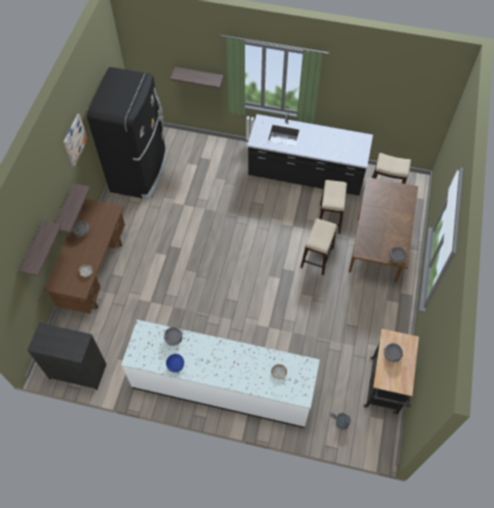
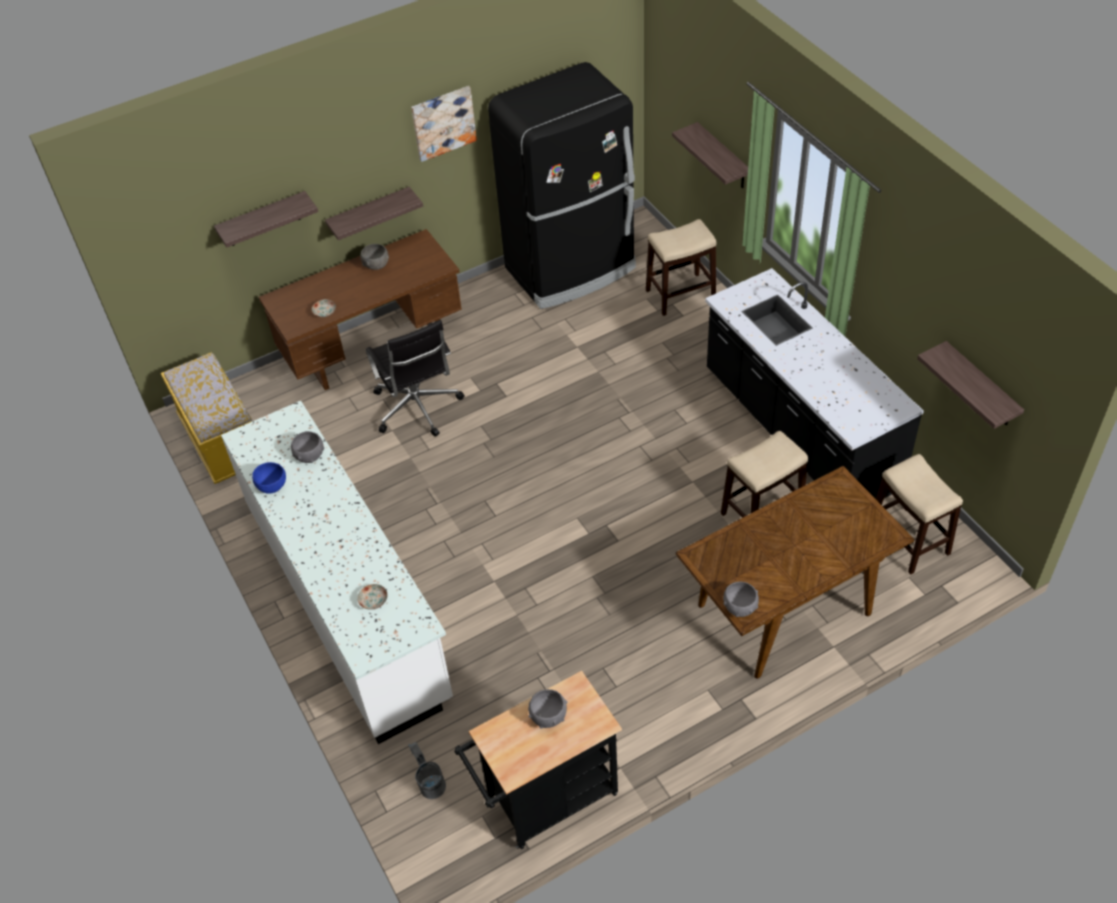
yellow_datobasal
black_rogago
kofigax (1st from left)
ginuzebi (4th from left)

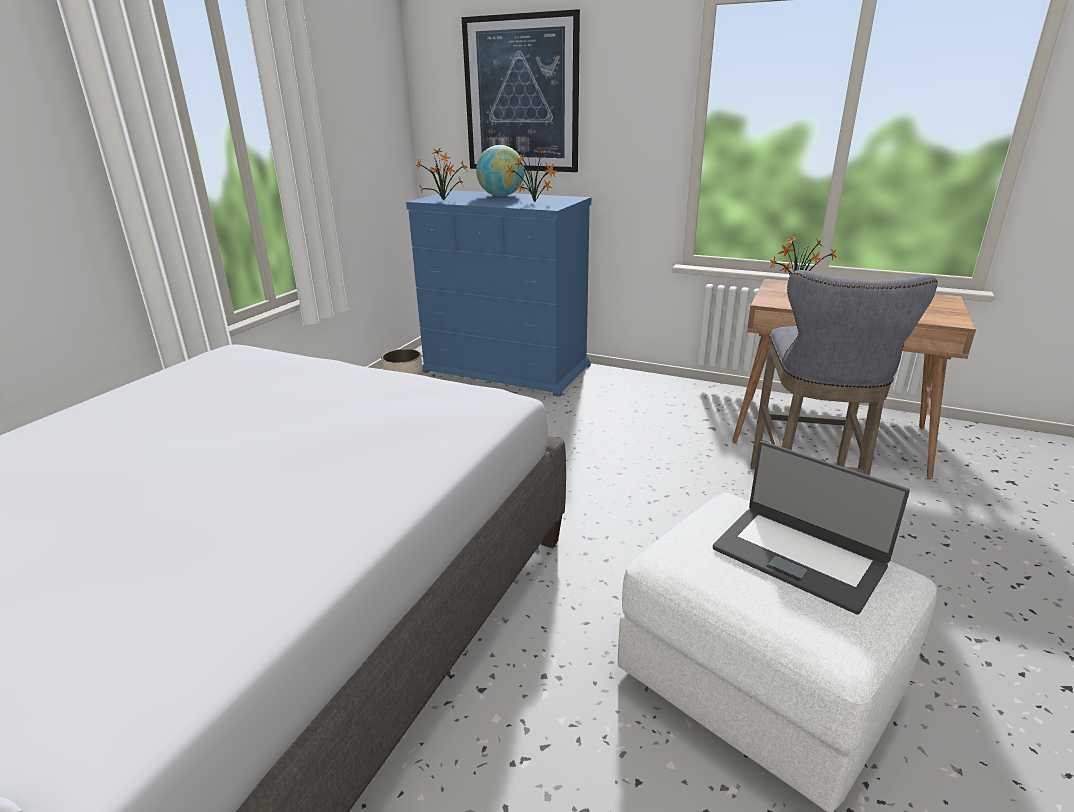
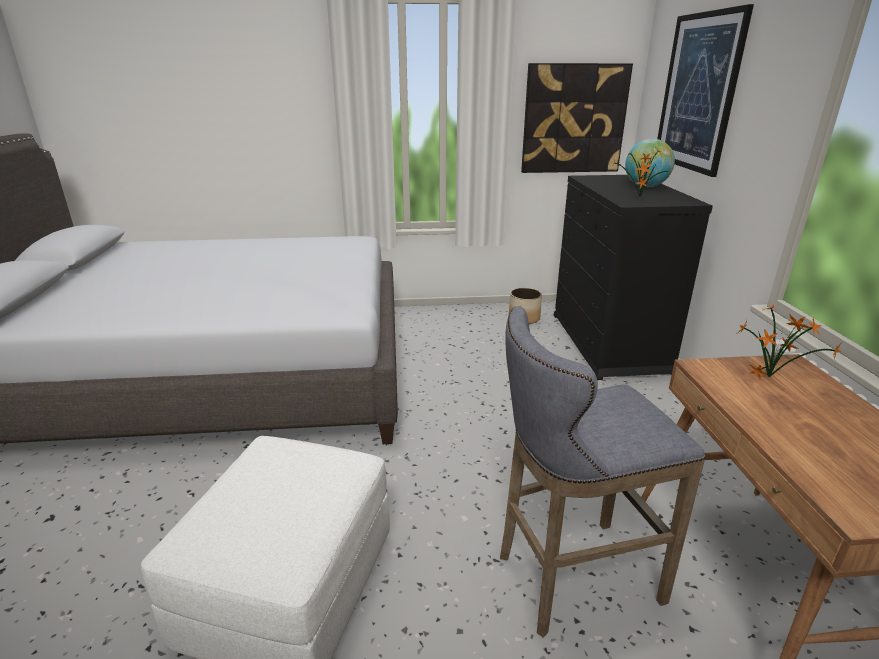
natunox (1st from left)
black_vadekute
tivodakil (1st from left in the first image)
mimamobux

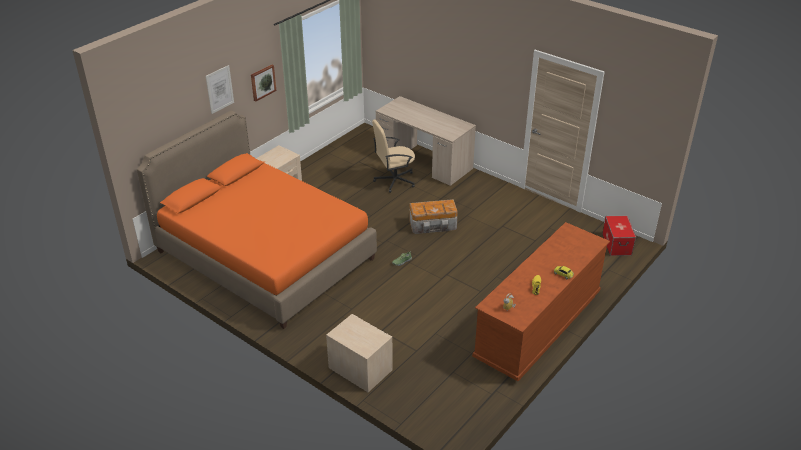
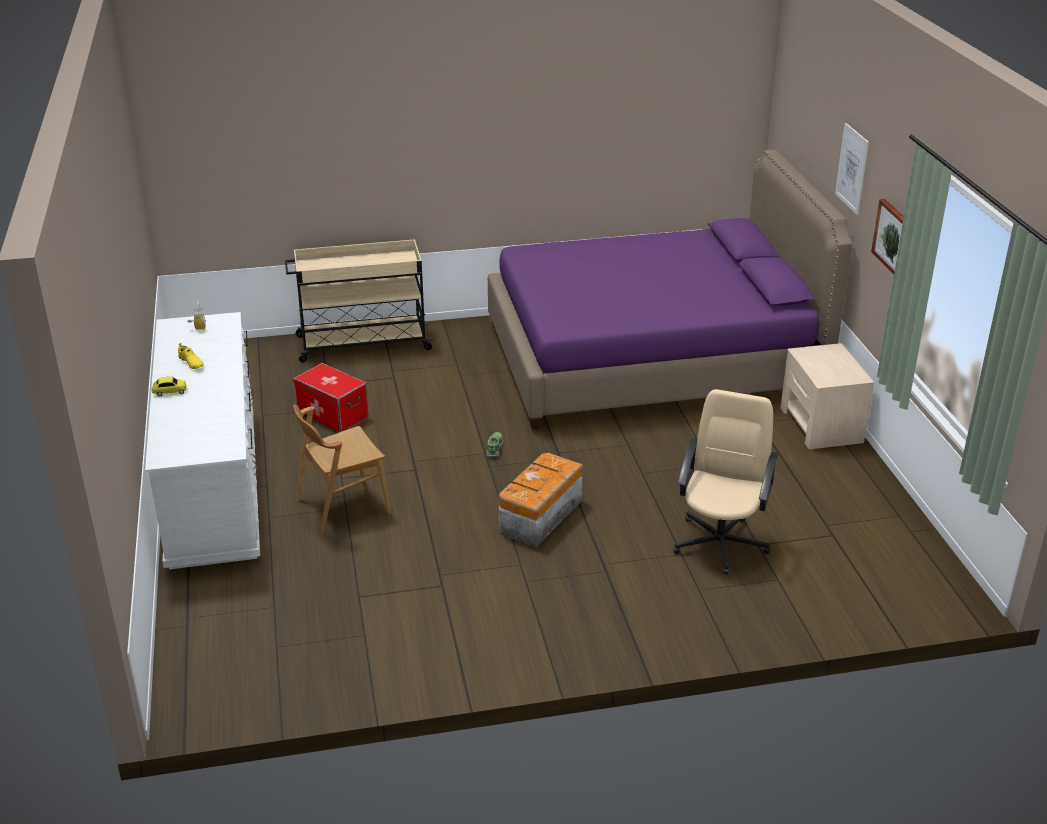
white_vadekute
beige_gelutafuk
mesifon (1st from left)
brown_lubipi
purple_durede
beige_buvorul

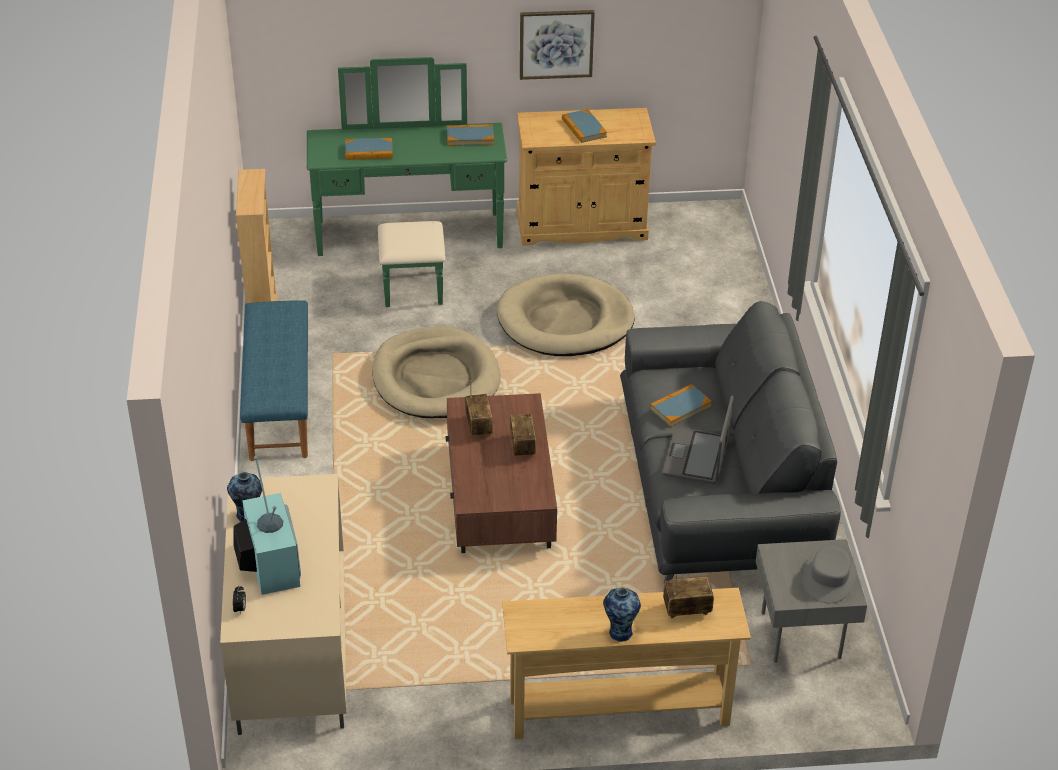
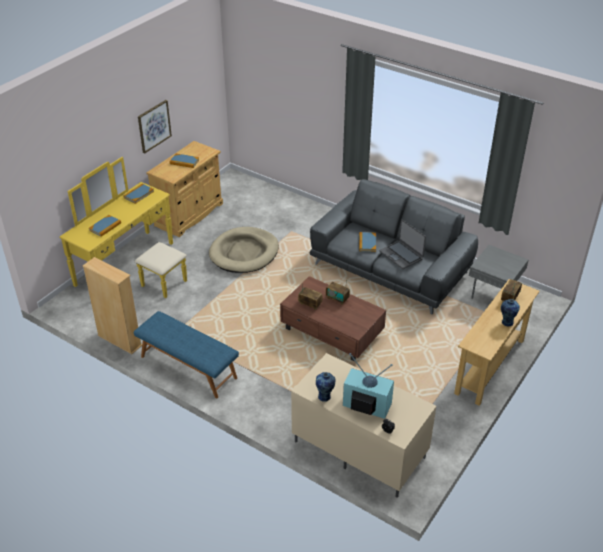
yellow_vadekute
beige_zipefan (1st from left in the first image)
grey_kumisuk

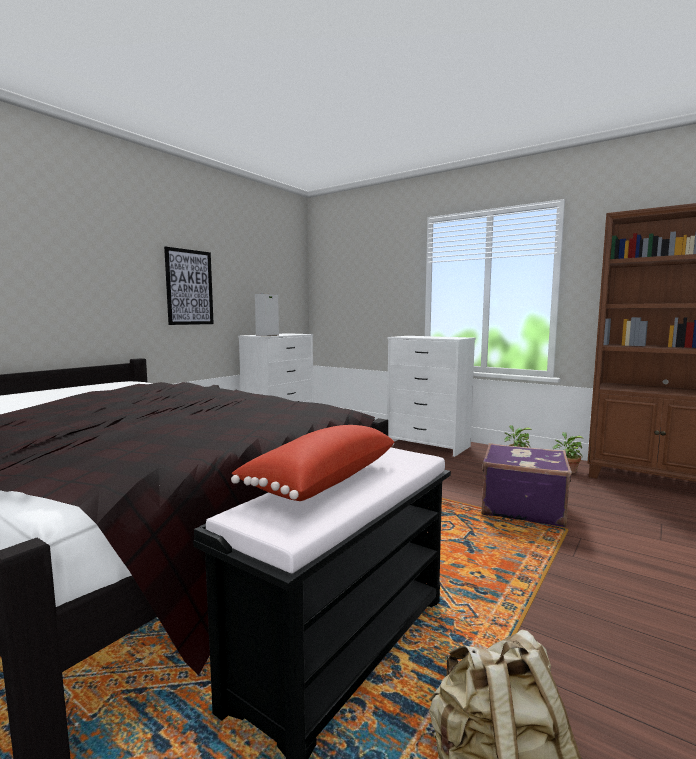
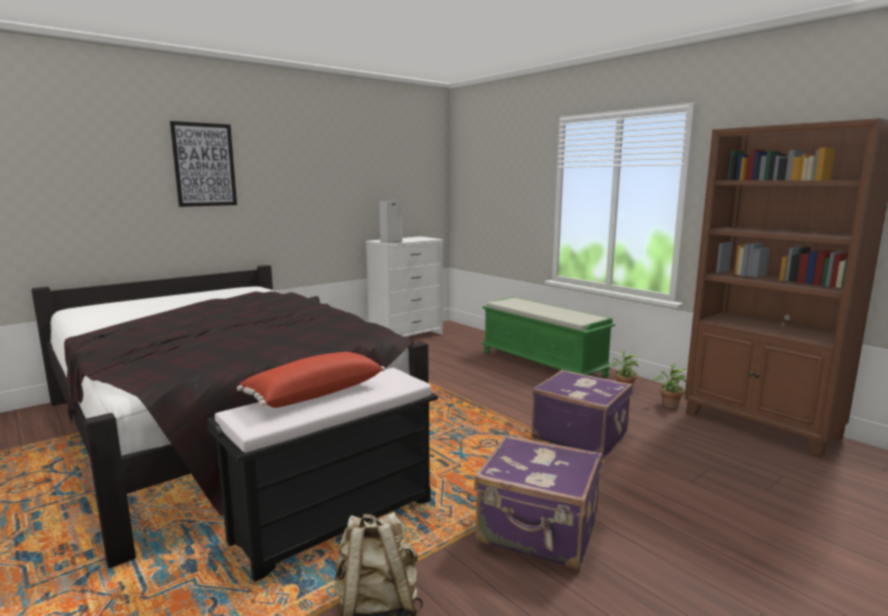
natunox
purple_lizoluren (1st from left)
green_datobasal

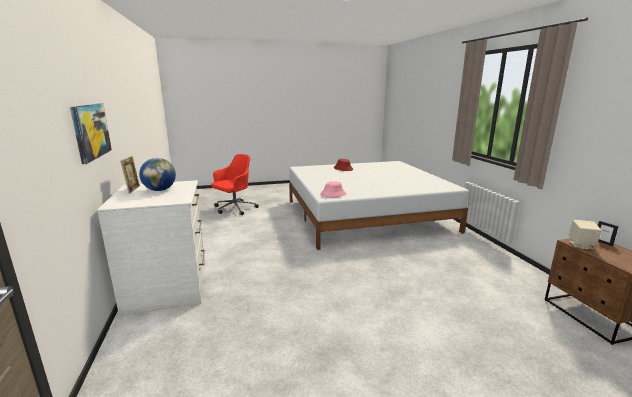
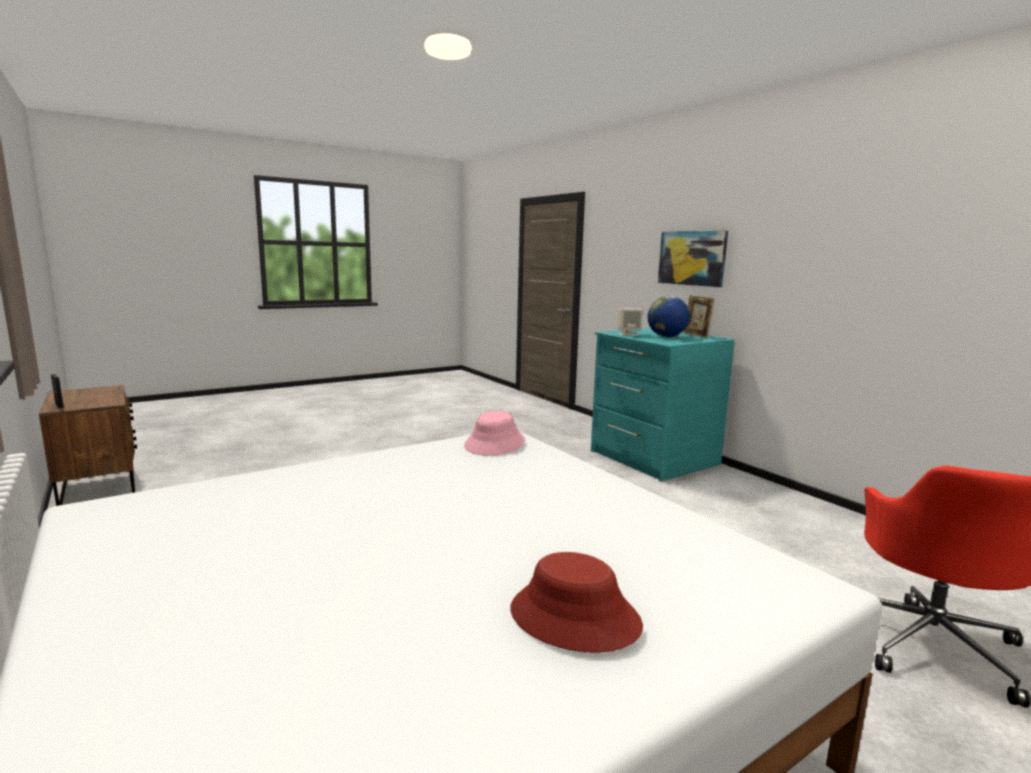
turquoise_vadekute
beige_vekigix

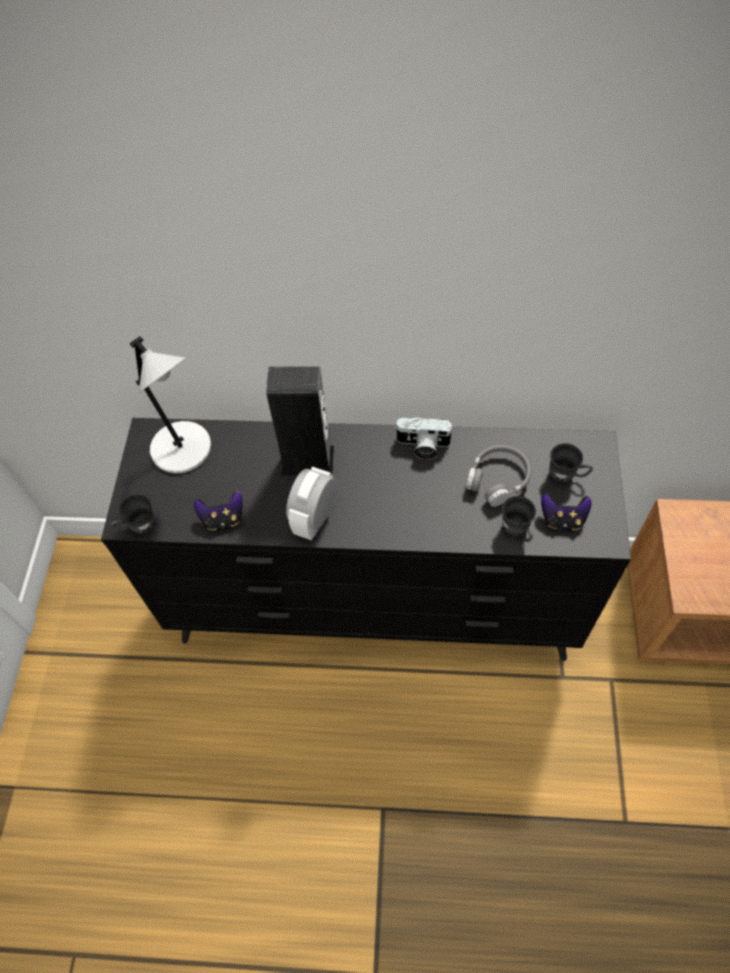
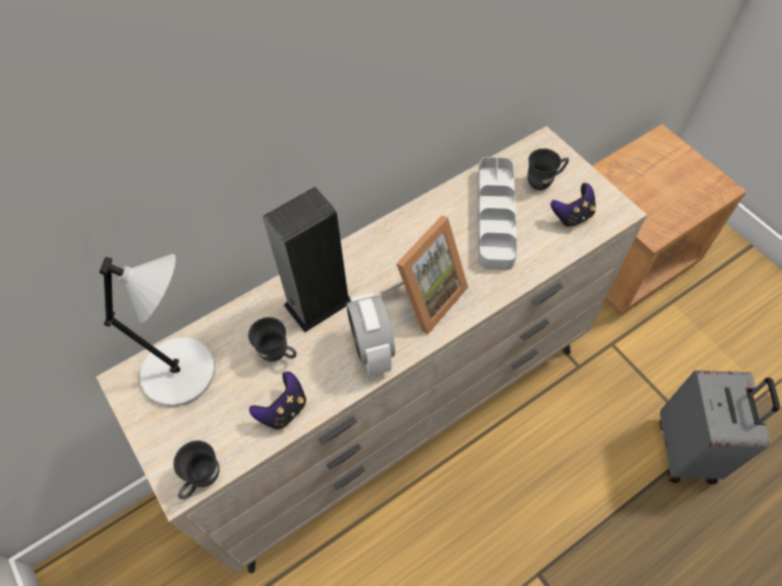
beige_vadekute
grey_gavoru (2nd from left)
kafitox
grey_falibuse
grey_lizoluren
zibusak

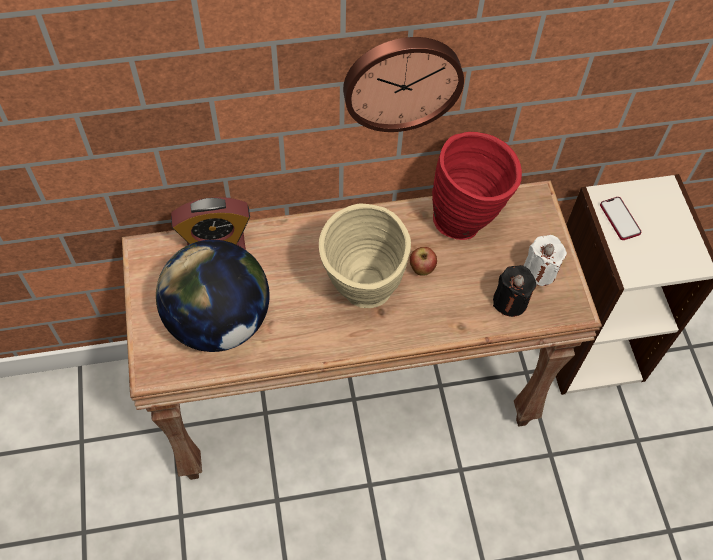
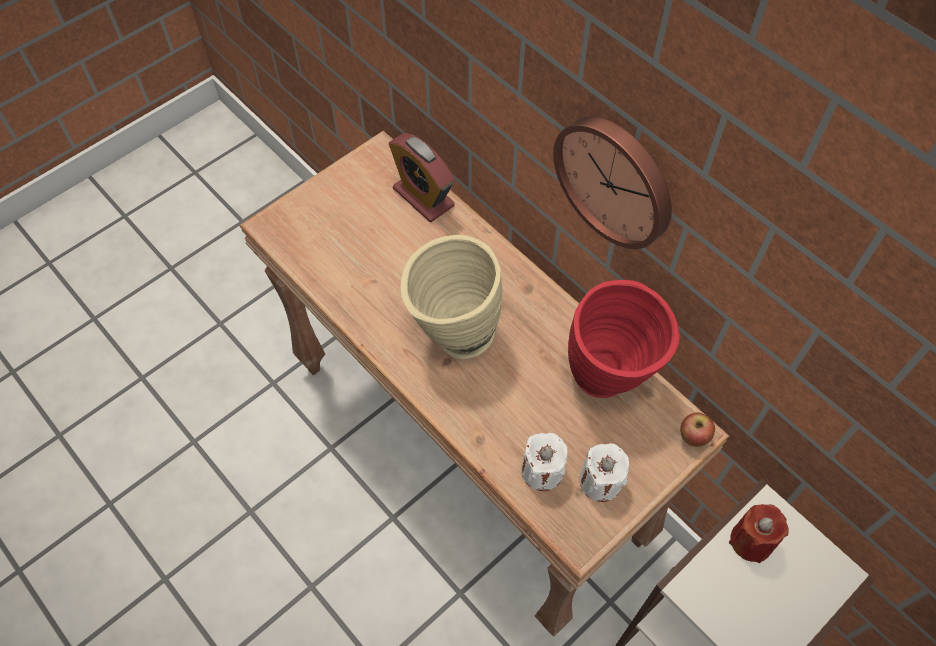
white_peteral (1st from left)
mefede
red_peteral
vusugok

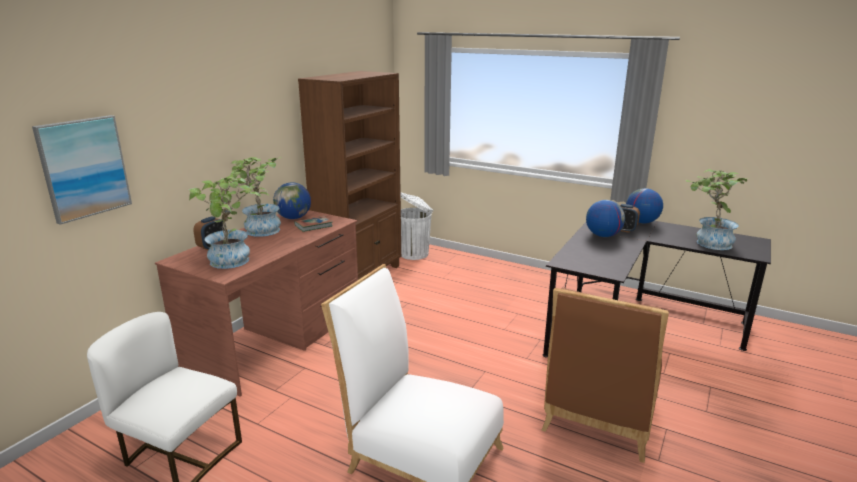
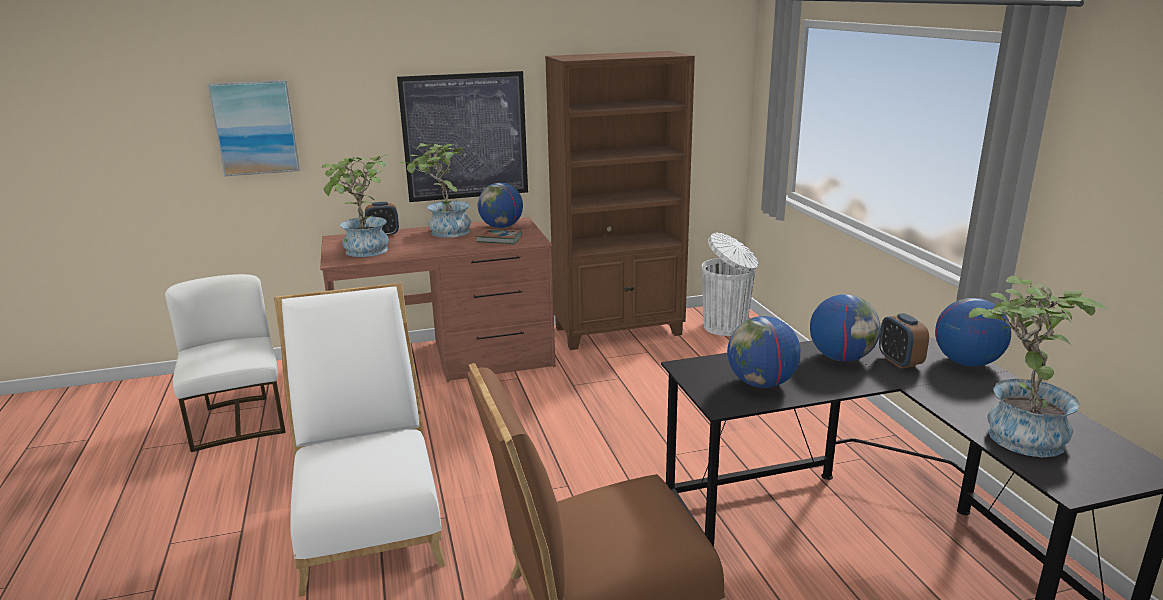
natunox (2nd from left)
vusugok (2nd from left)

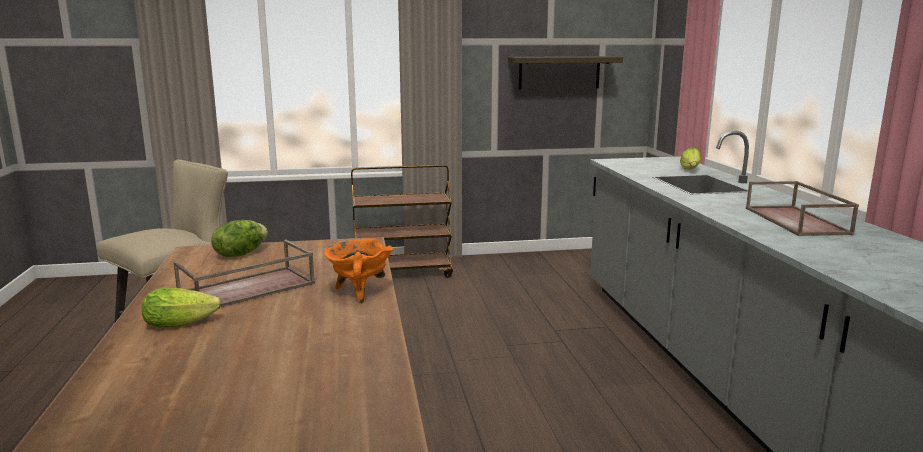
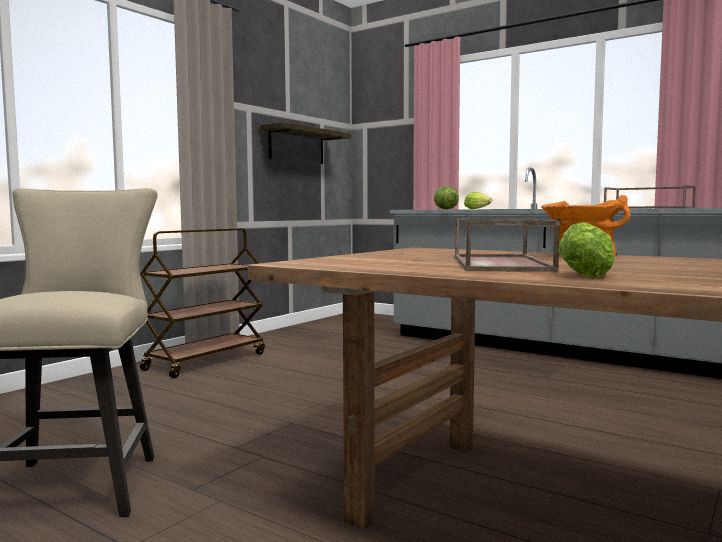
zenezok (1st from left)

